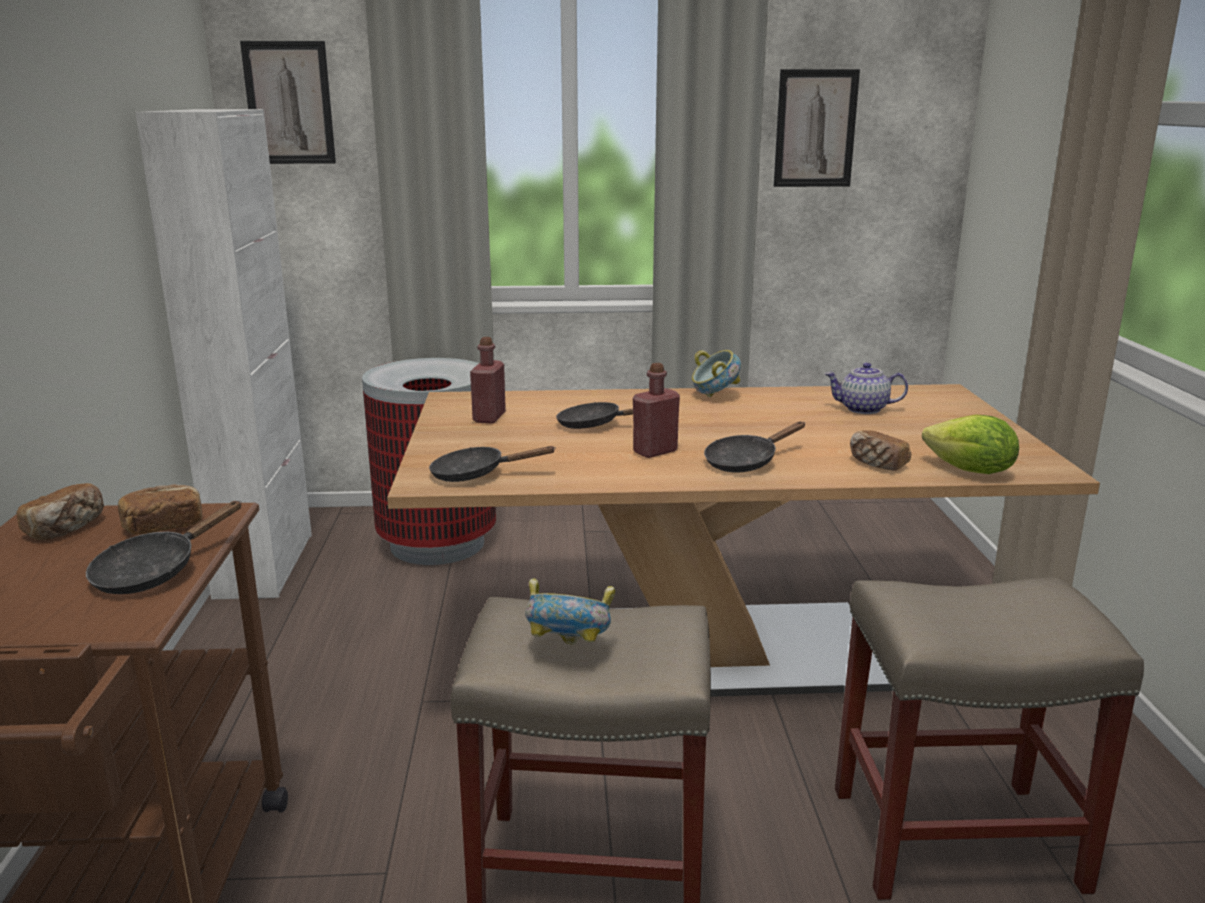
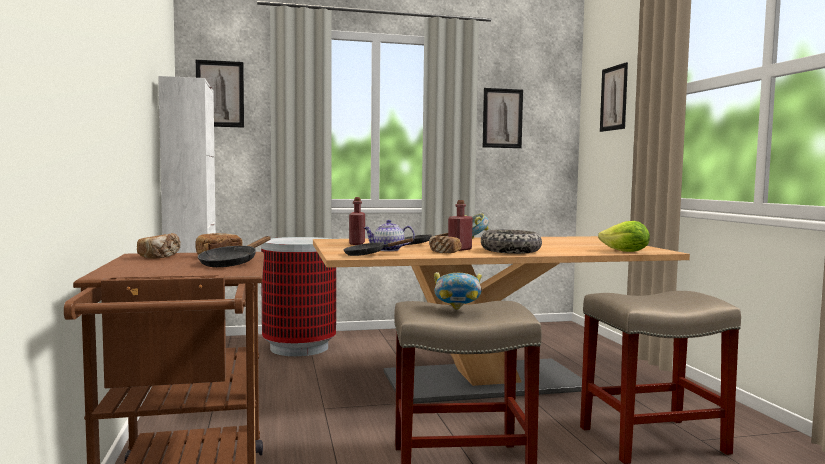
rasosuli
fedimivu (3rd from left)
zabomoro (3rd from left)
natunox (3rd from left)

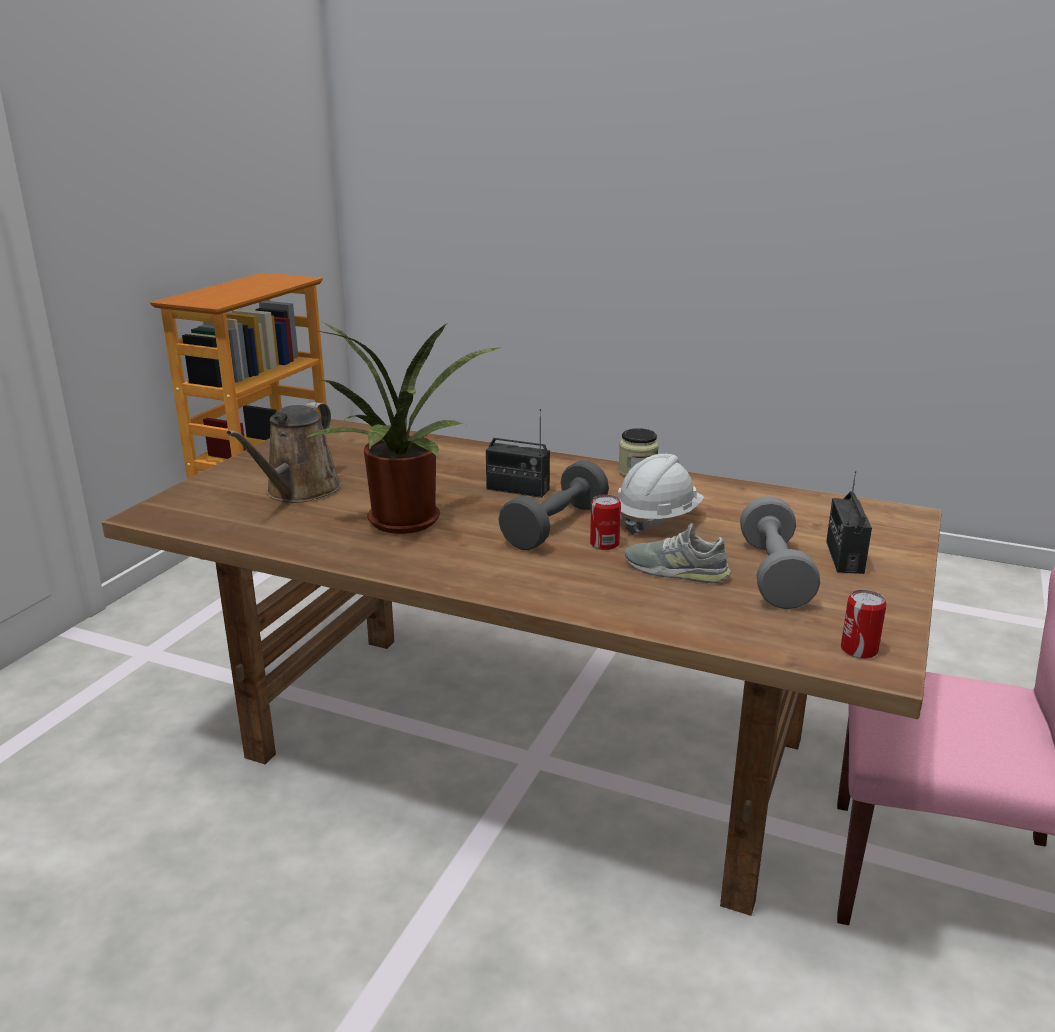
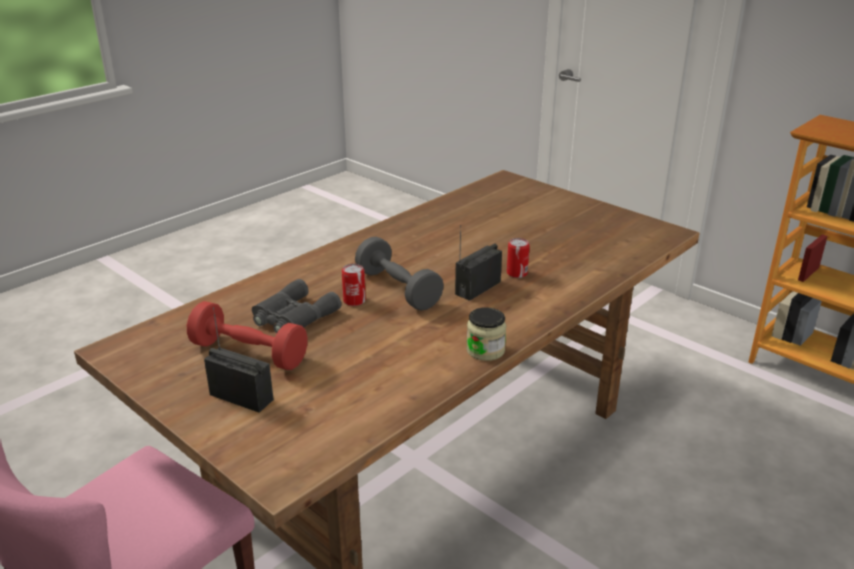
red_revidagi
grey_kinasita
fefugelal (2nd from left)
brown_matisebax
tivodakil
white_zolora

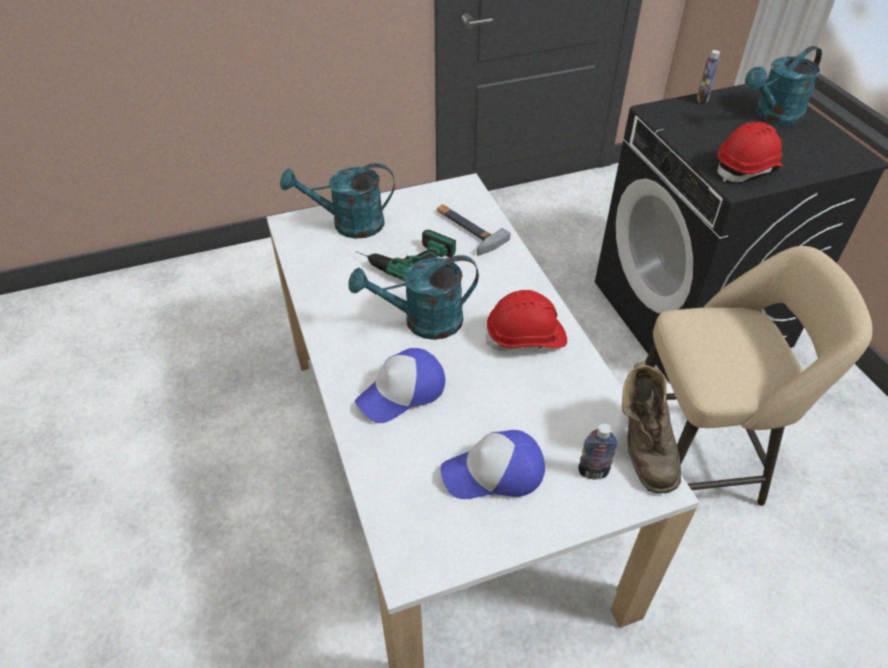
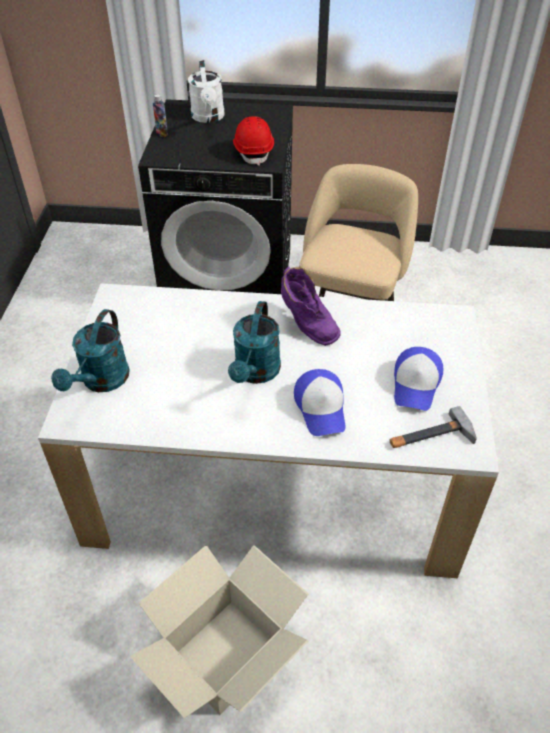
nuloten
white_matisebax
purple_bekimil
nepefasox
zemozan
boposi (1st from left in the first image)
brown_bekimil

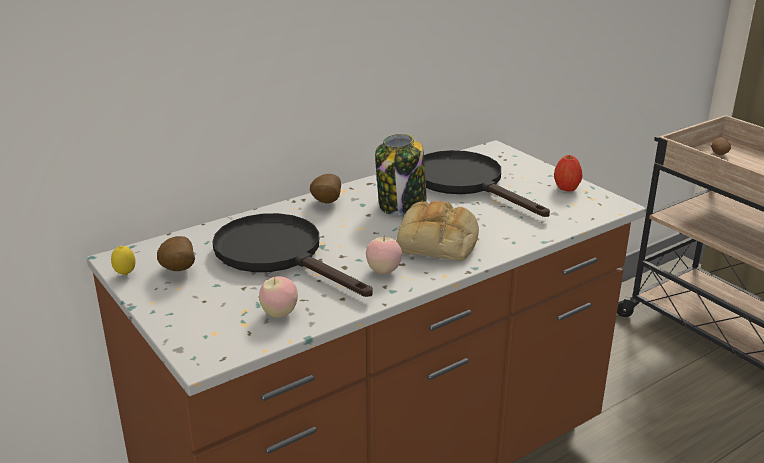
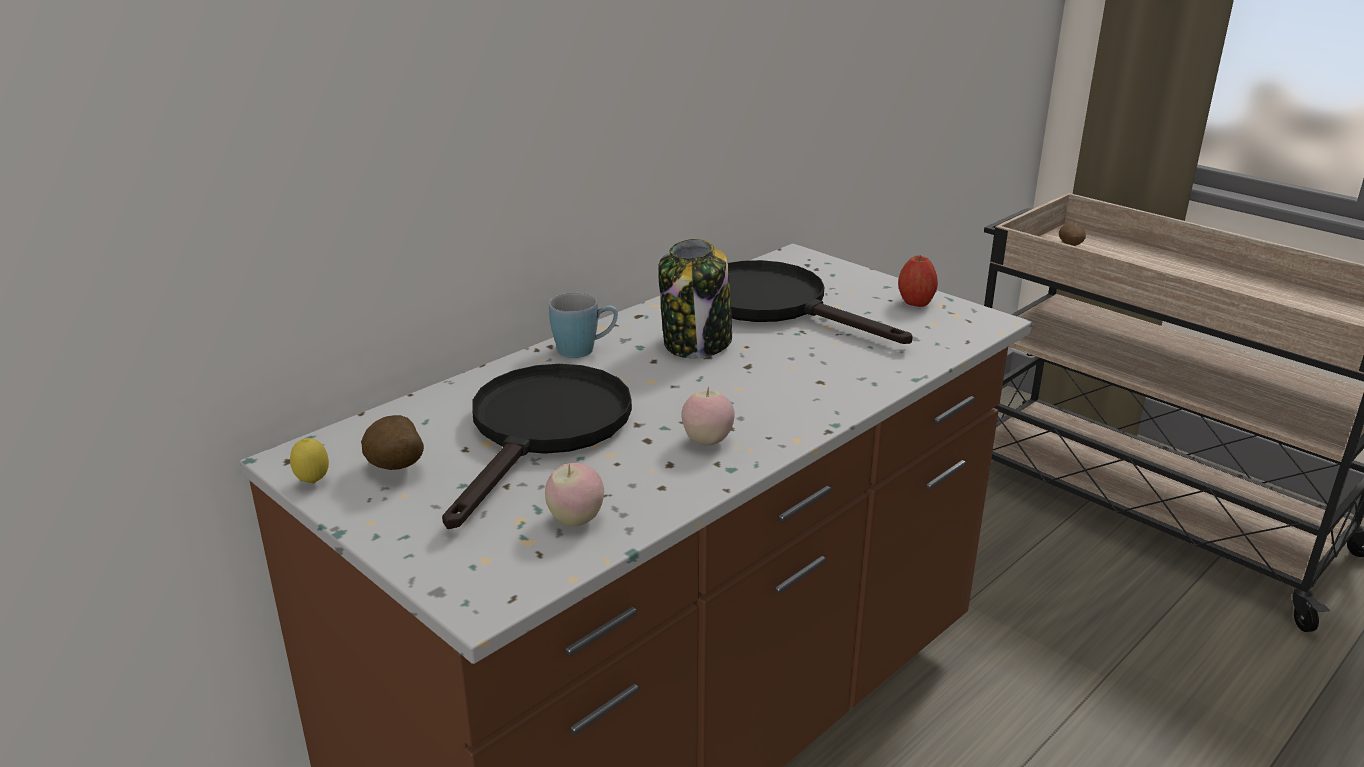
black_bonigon (1st from left)
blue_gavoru
fedimivu

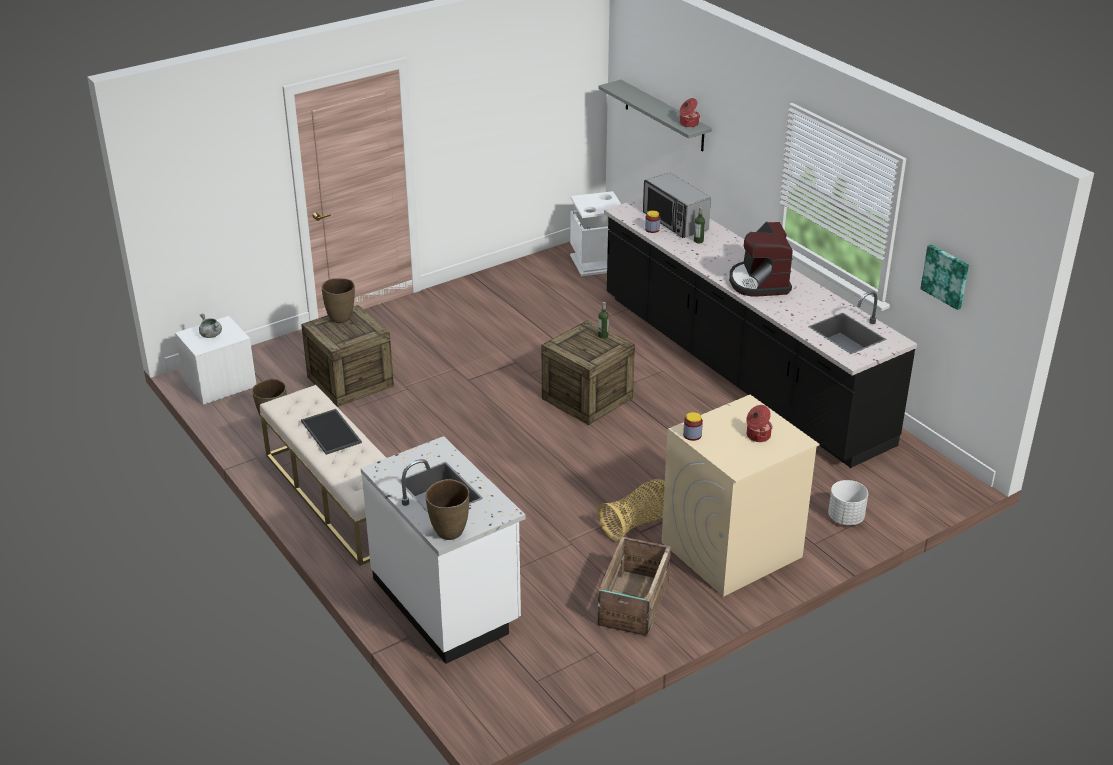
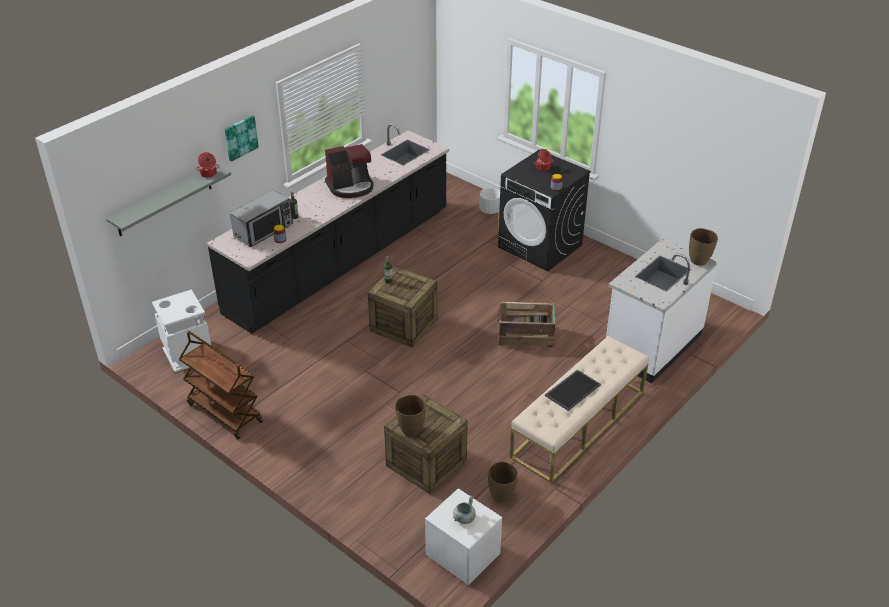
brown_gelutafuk
natunox
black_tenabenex
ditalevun (3rd from left)
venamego

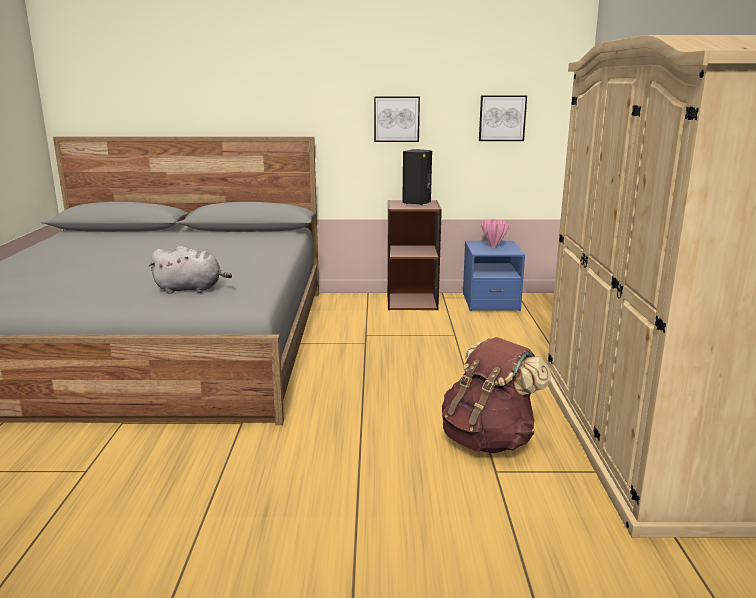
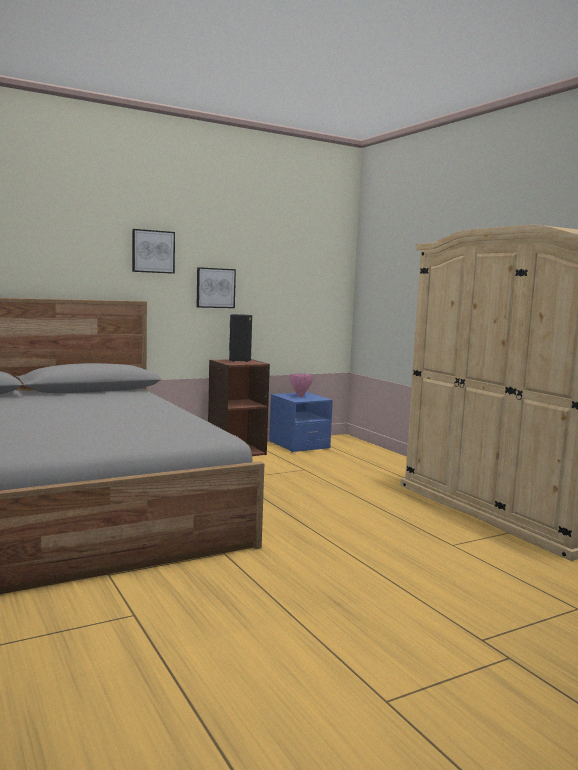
natunox (1st from left)
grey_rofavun
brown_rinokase

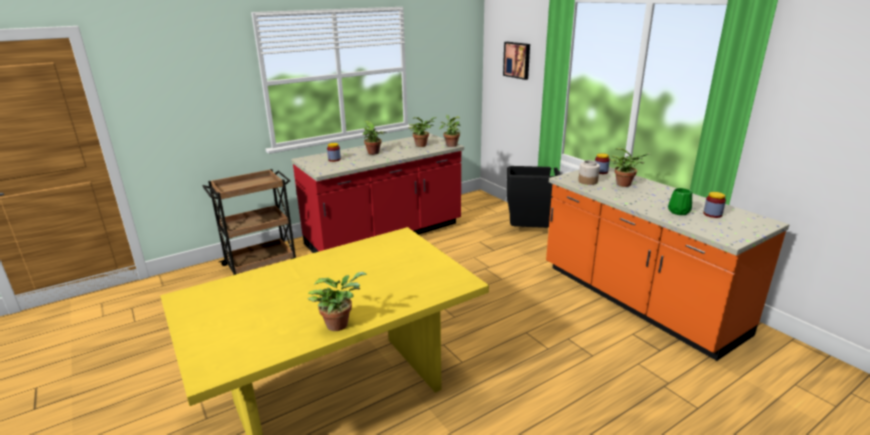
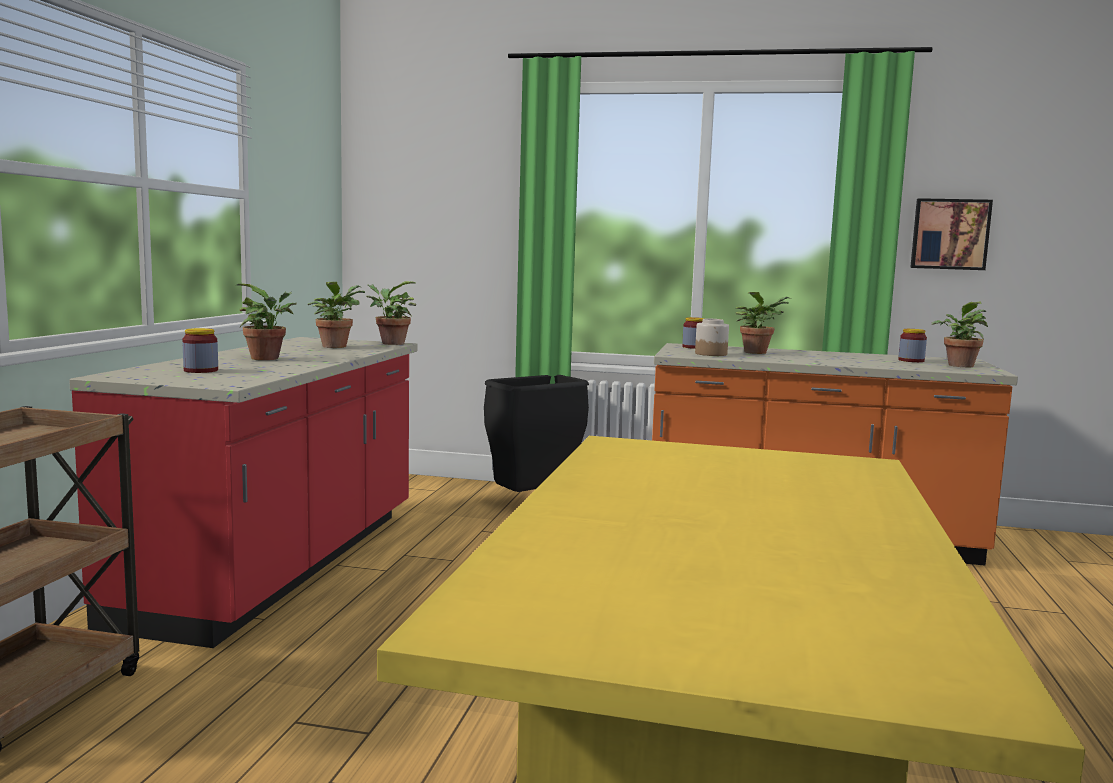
natunox
tivodakil (5th from left)
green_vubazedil

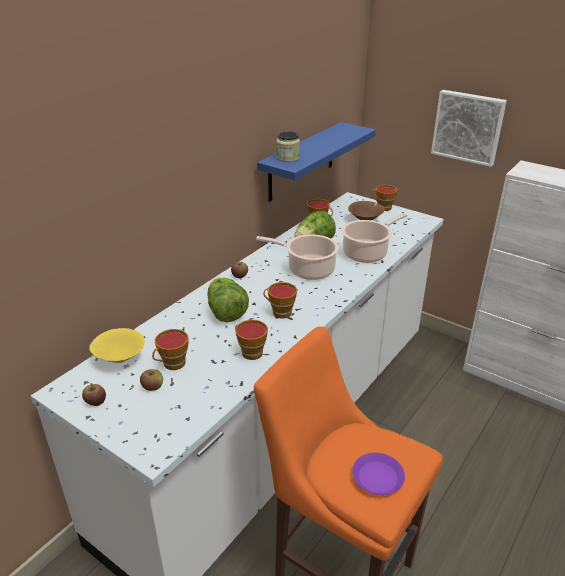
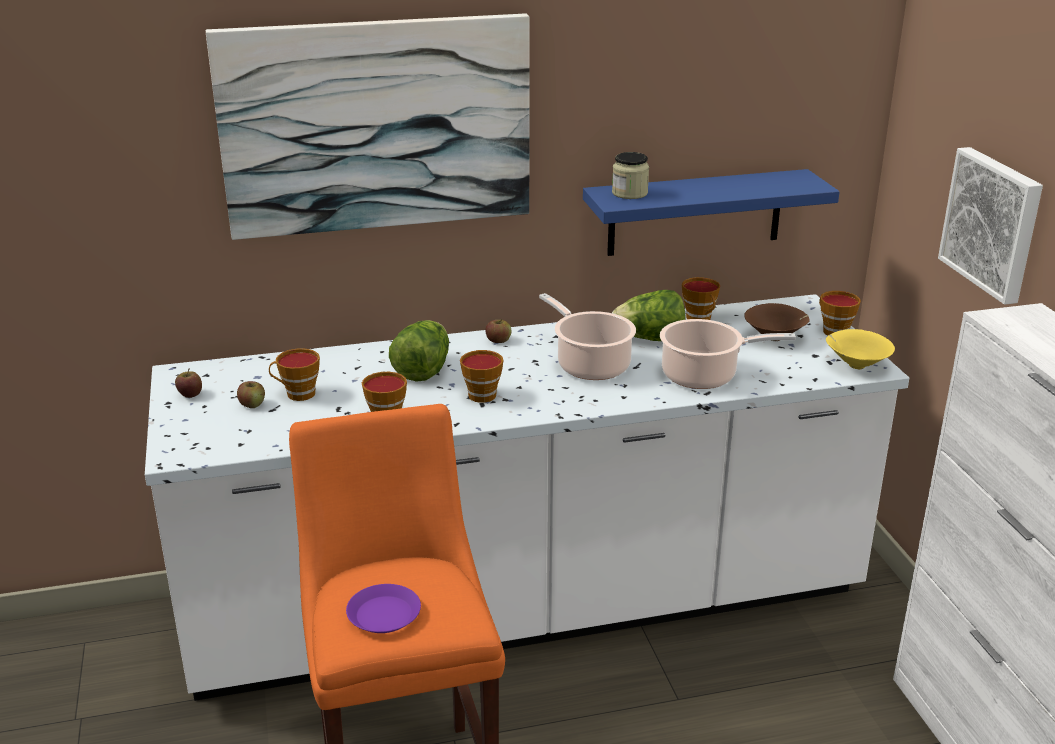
natunox (1st from left)
yellow_zabomoro

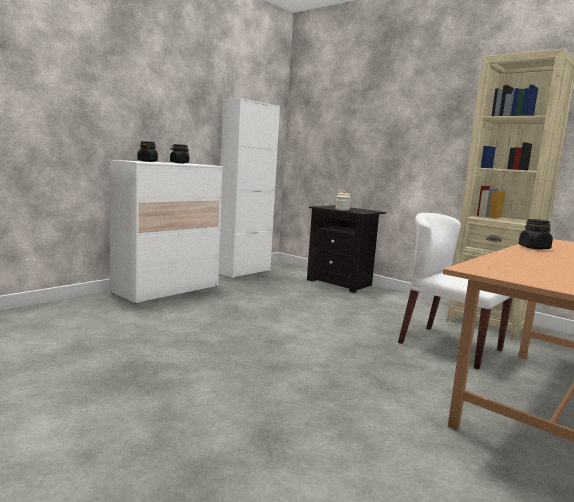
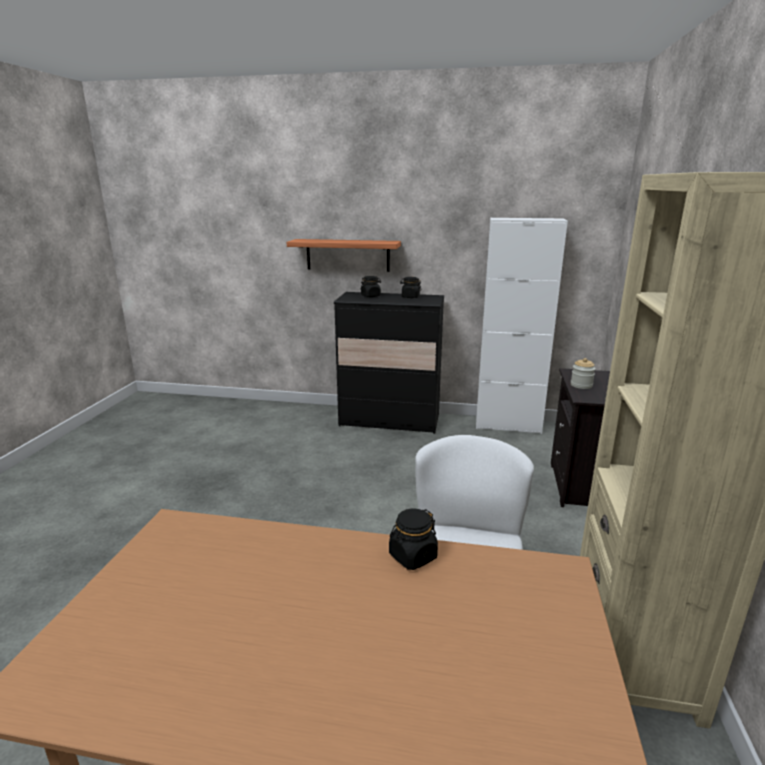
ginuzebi
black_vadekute

